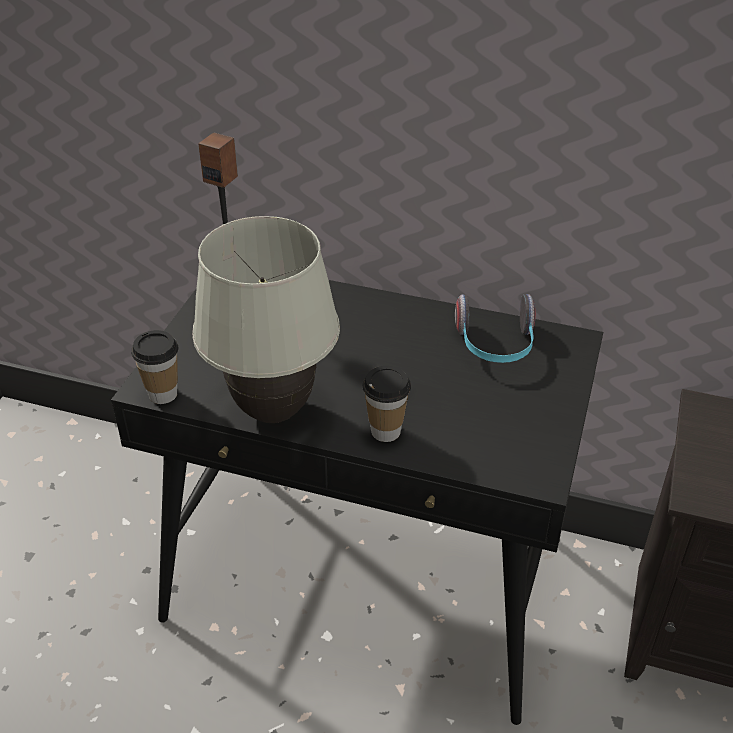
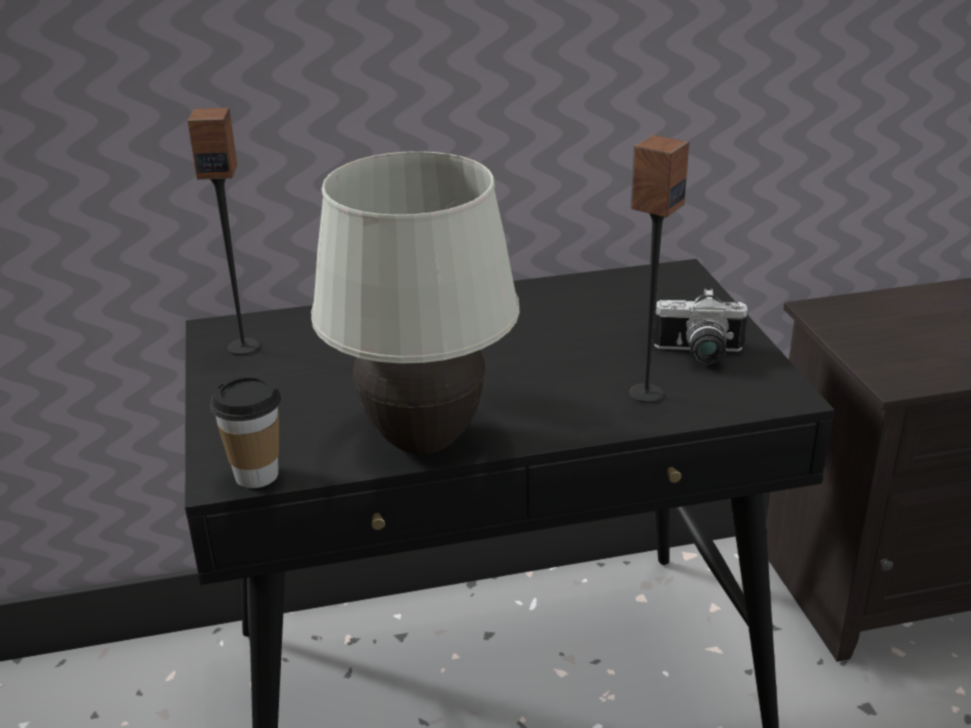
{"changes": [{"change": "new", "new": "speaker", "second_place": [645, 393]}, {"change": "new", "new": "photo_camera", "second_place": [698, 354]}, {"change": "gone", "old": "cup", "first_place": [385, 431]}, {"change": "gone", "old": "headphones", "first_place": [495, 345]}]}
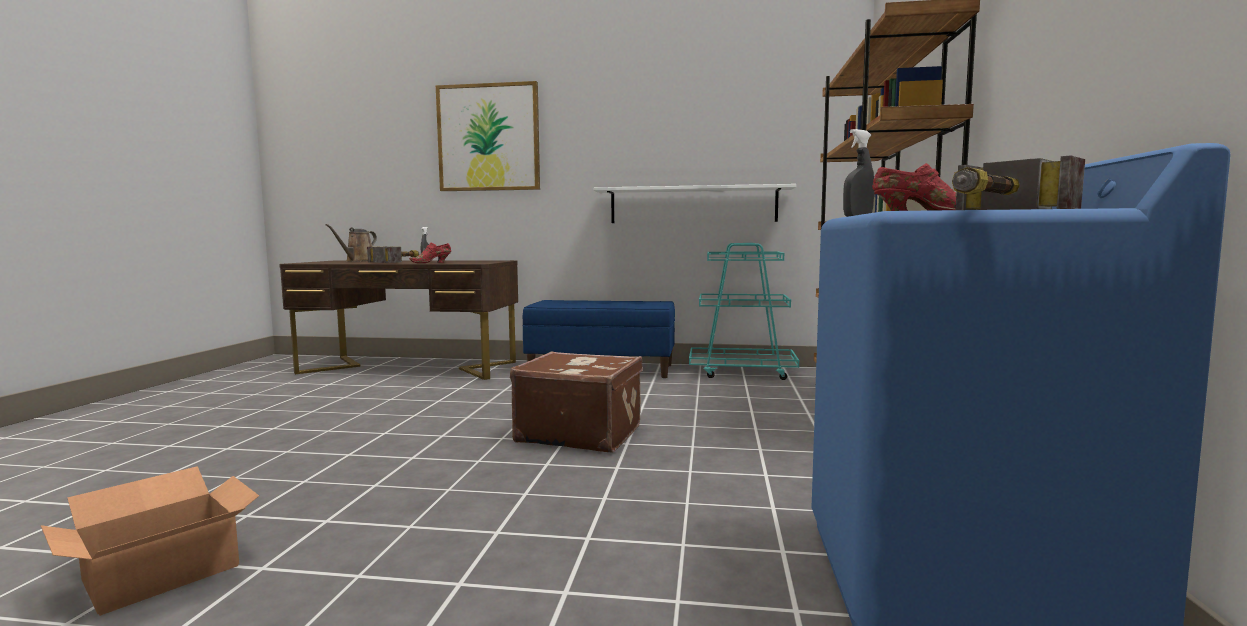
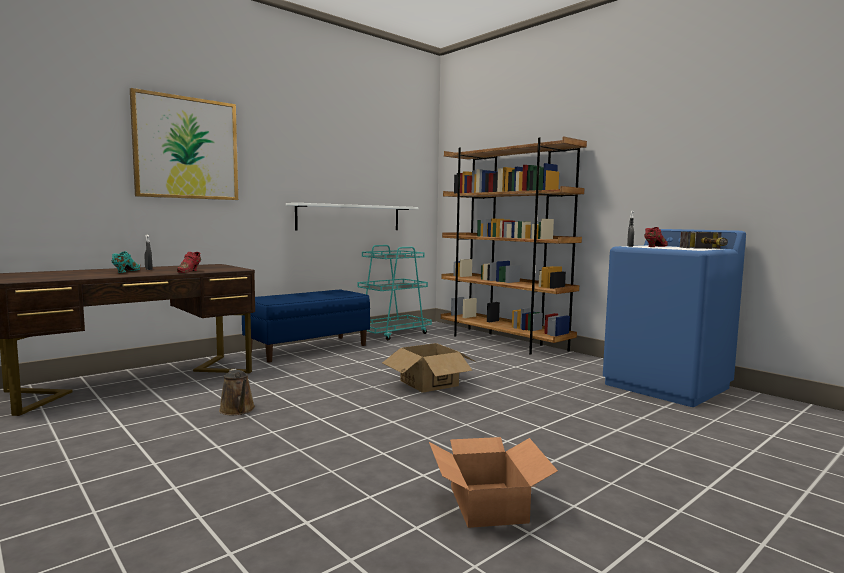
{"changes": [{"change": "swapped", "old": "hammer", "new": "turquoise_shoe", "first_place": [399, 261], "second_place": [126, 271]}, {"change": "shifted", "old": "brown_watering_can", "first_place": [358, 261], "second_place": [238, 410]}, {"change": "swapped", "old": "brown_suitcase", "new": "cardboard_box", "first_place": [580, 434], "second_place": [429, 383]}]}
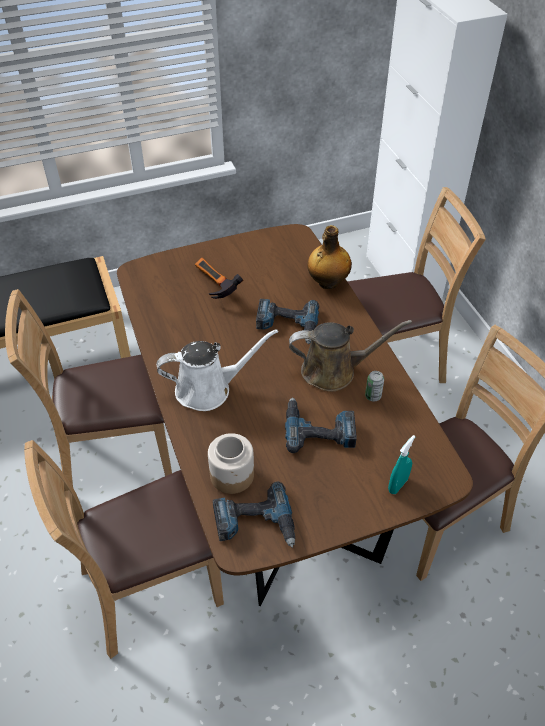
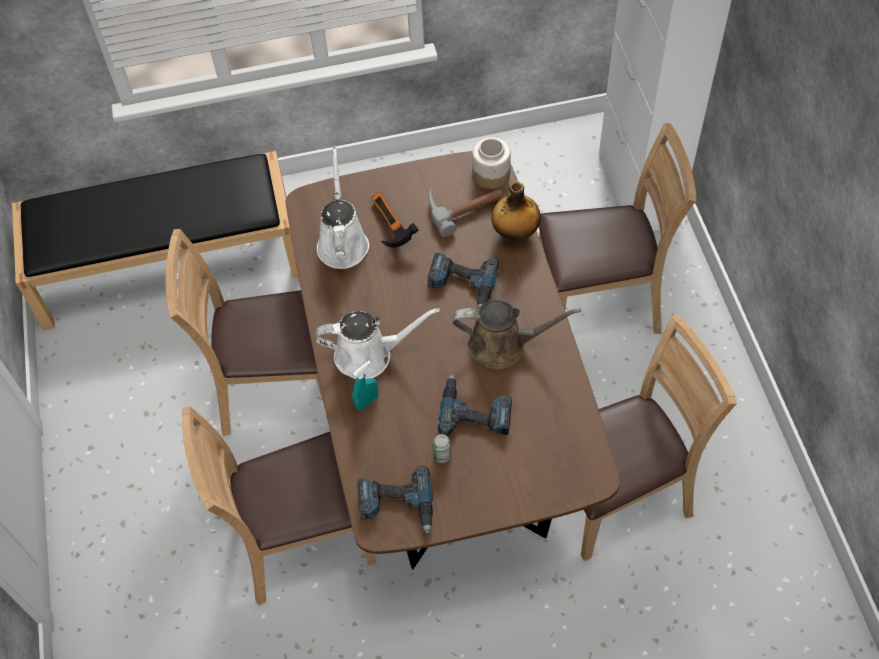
{"changes": [{"change": "new", "new": "white_watering_can", "second_place": [342, 242]}, {"change": "shifted", "old": "turquoise_spray_bottle", "first_place": [398, 485], "second_place": [367, 402]}, {"change": "new", "new": "hammer", "second_place": [463, 206]}, {"change": "shifted", "old": "can", "first_place": [373, 396], "second_place": [442, 455]}, {"change": "shifted", "old": "jar", "first_place": [232, 475], "second_place": [491, 174]}]}
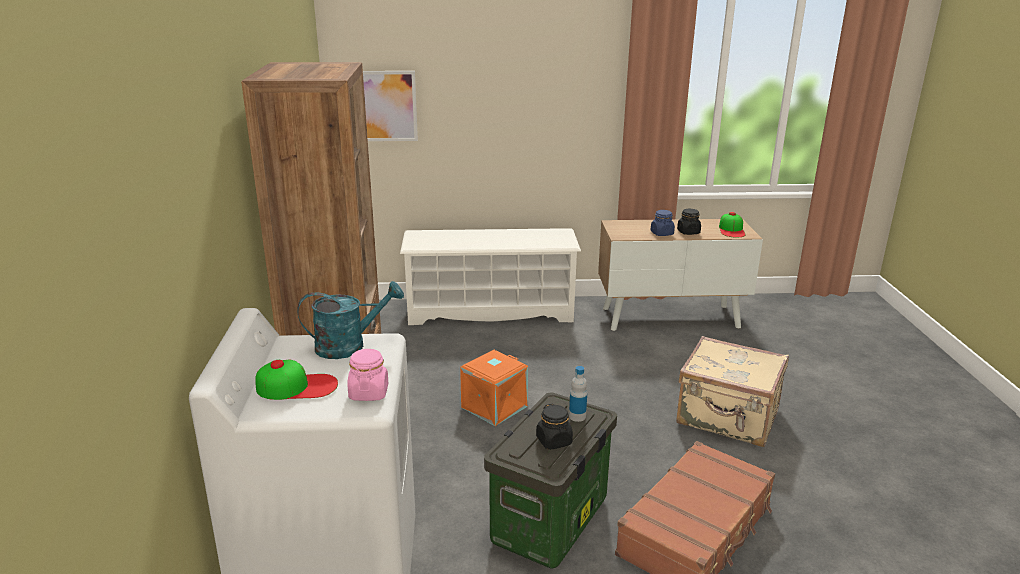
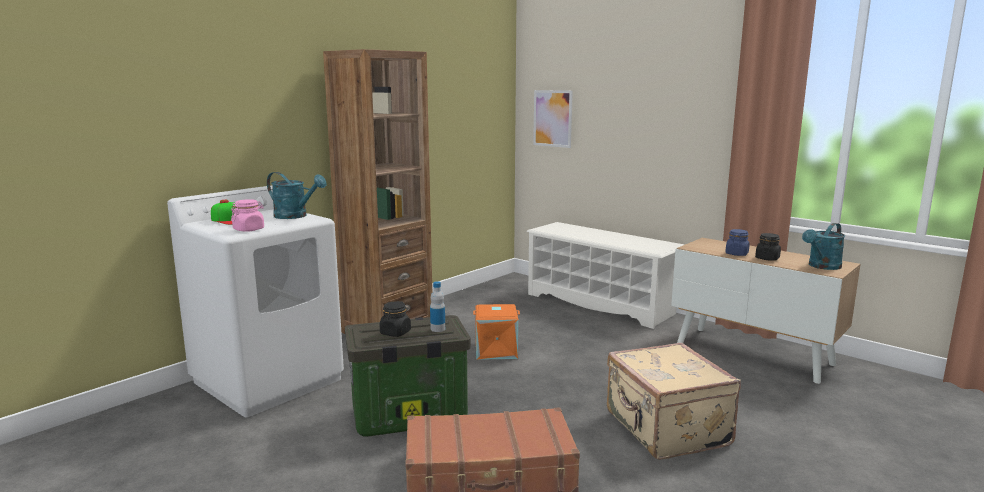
{"changes": [{"change": "swapped", "old": "cap", "new": "turquoise_watering_can", "first_place": [731, 230], "second_place": [822, 266]}]}
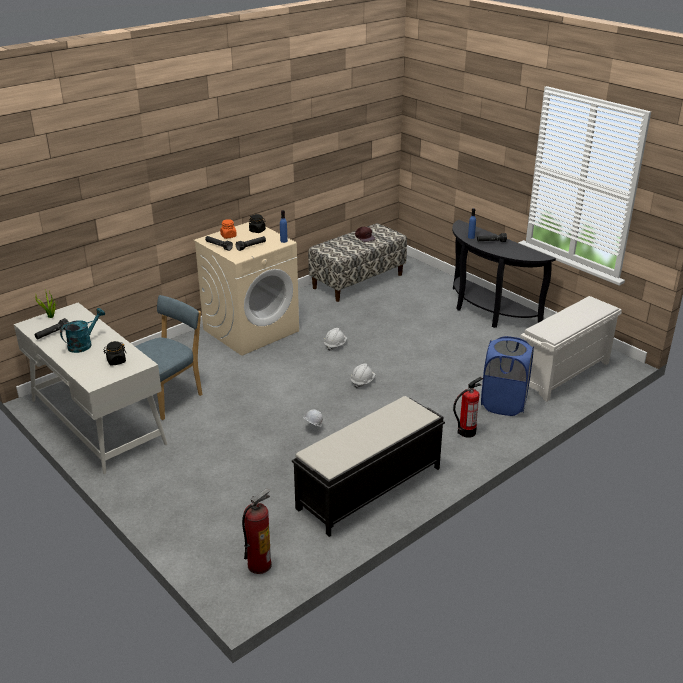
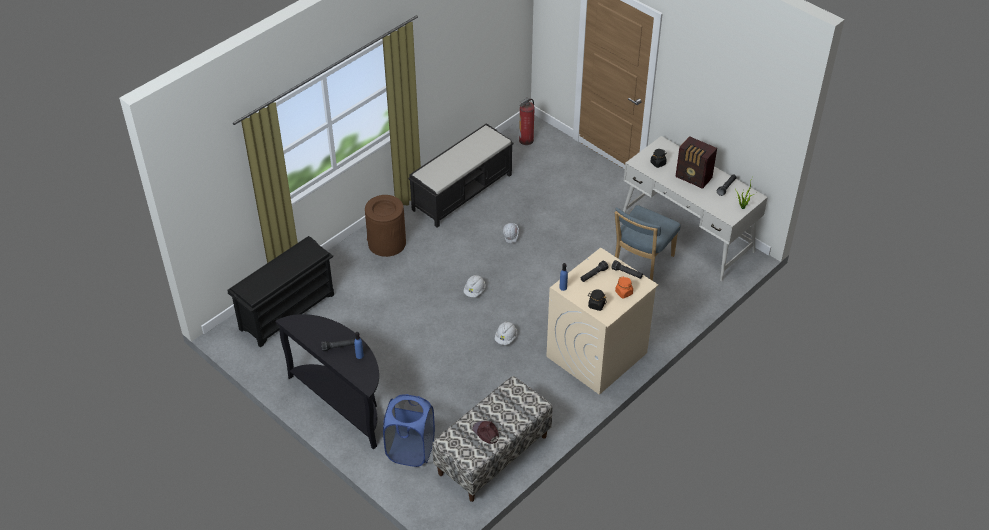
{"changes": [{"change": "repainted", "old": "white_shoe_rack", "new": "black_shoe_rack", "first_place": [564, 375], "second_place": [287, 311]}, {"change": "swapped", "old": "fire_extinguisher", "new": "brown_trash_can", "first_place": [466, 432], "second_place": [387, 243]}, {"change": "shifted", "old": "blue_laundry_basket", "first_place": [503, 404], "second_place": [410, 450]}, {"change": "swapped", "old": "turquoise_watering_can", "new": "radio", "first_place": [83, 344], "second_place": [694, 178]}]}
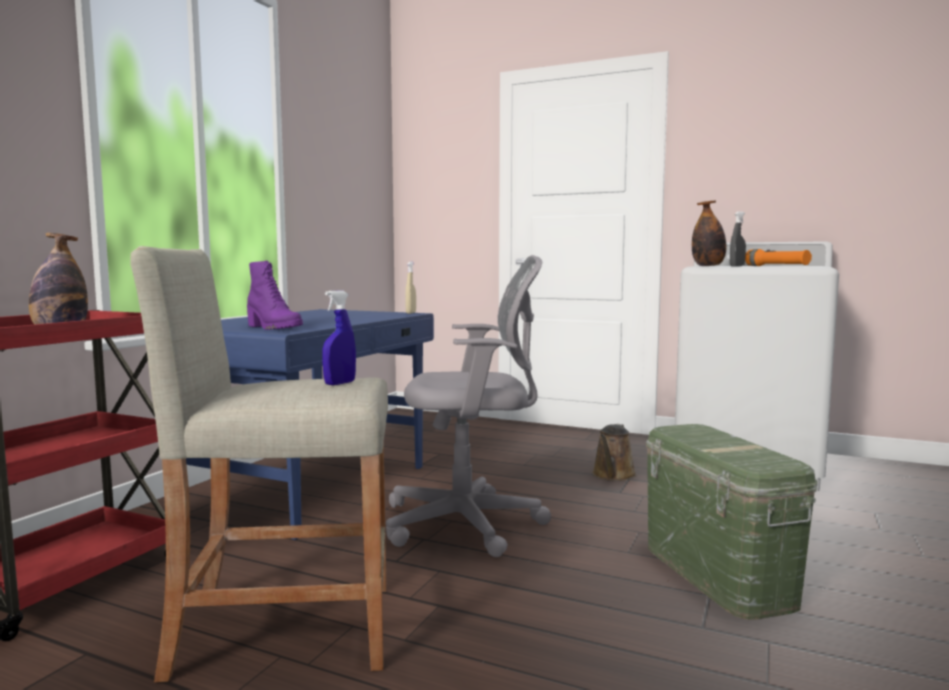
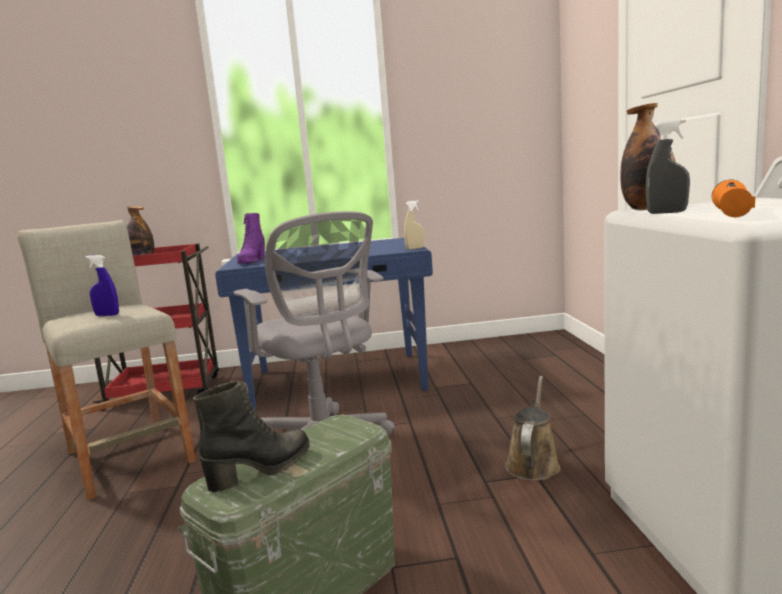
{"changes": [{"change": "new", "new": "black_boot", "second_place": [261, 470]}, {"change": "rotated", "old": "brown_watering_can", "first_place": [613, 475], "second_place": [533, 464], "degrees": 120}]}
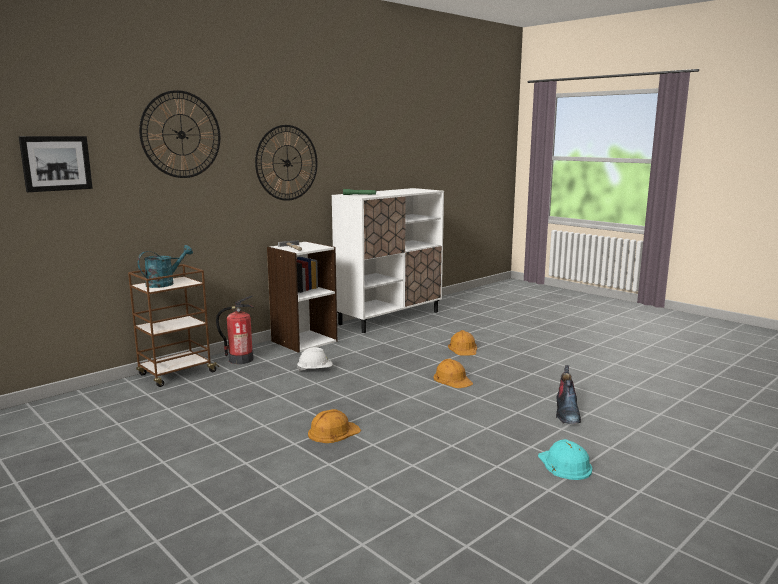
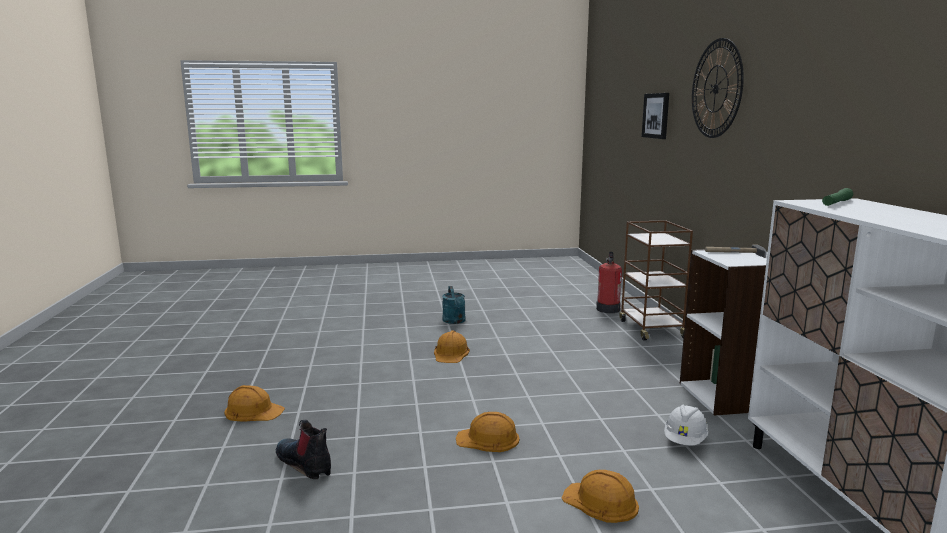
{"changes": [{"change": "repainted", "old": "turquoise_hard_hat", "new": "orange_hard_hat", "first_place": [564, 465], "second_place": [253, 411]}, {"change": "shifted", "old": "turquoise_watering_can", "first_place": [164, 283], "second_place": [455, 321]}, {"change": "shifted", "old": "fire_extinguisher", "first_place": [240, 360], "second_place": [608, 309]}, {"change": "shifted", "old": "white_hard_hat", "first_place": [315, 370], "second_place": [685, 441]}, {"change": "gone", "old": "wall_clock", "first_place": [287, 163]}]}
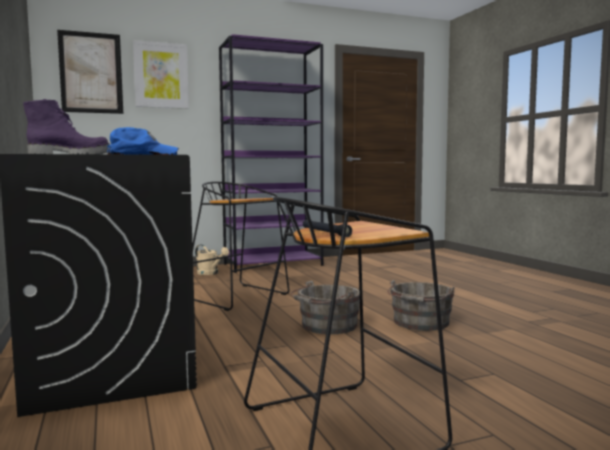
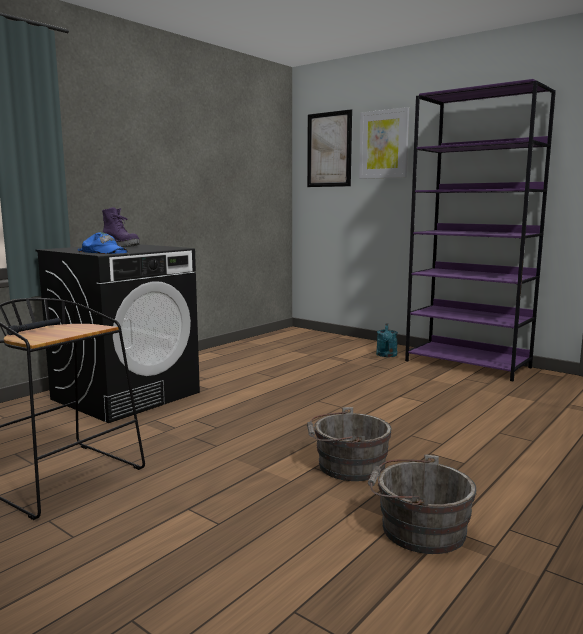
{"changes": [{"change": "shifted", "old": "grey_bucket", "first_place": [326, 326], "second_place": [418, 529]}, {"change": "repainted", "old": "beige_watering_can", "new": "turquoise_watering_can", "first_place": [210, 273], "second_place": [386, 355]}, {"change": "gone", "old": "black_stool", "first_place": [239, 297]}]}
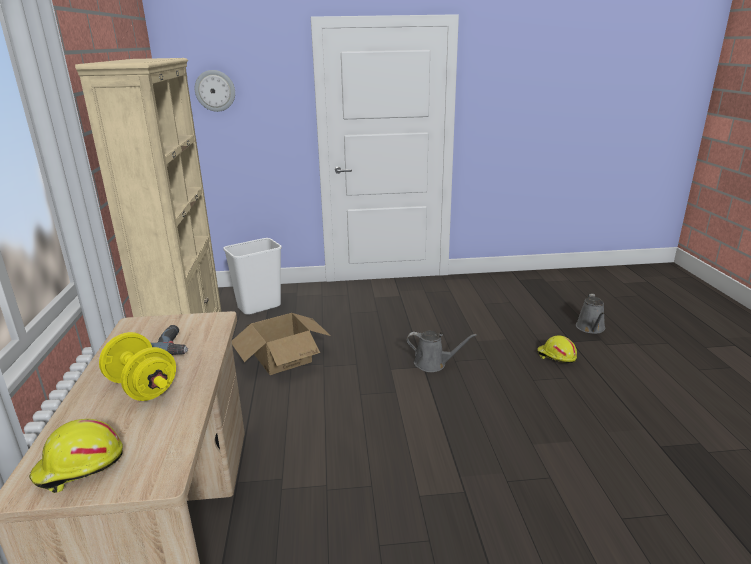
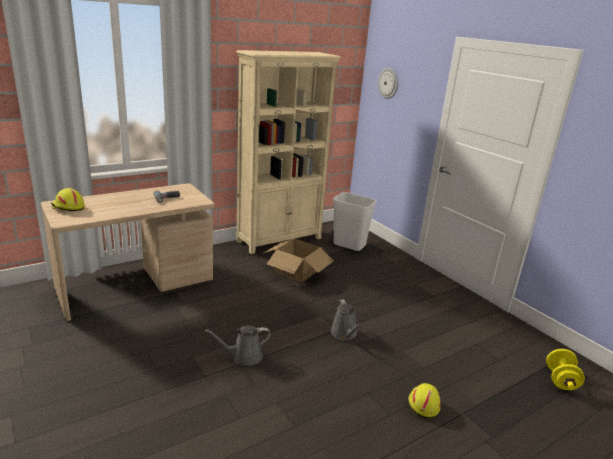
{"changes": [{"change": "shifted", "old": "grey_watering_can", "first_place": [591, 328], "second_place": [244, 356]}, {"change": "shifted", "old": "yellow_dumbbell", "first_place": [142, 387], "second_place": [560, 380]}]}
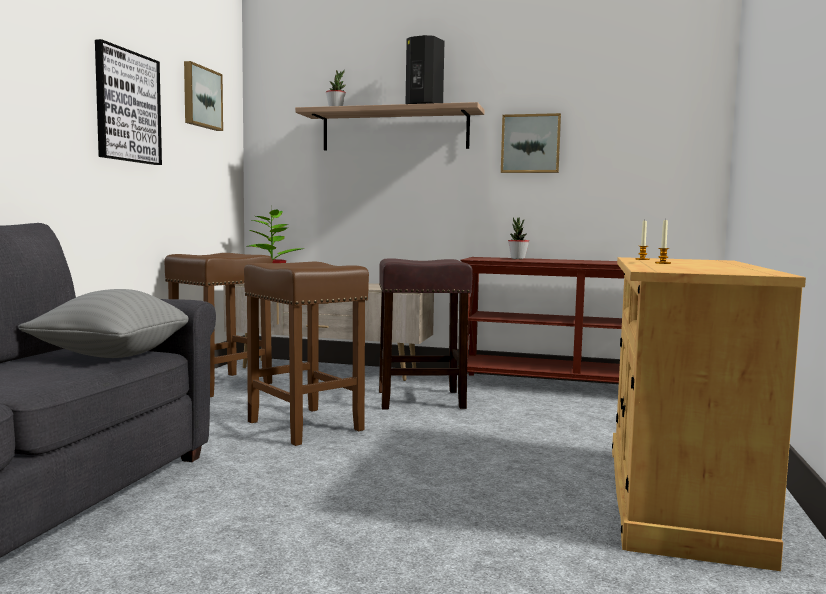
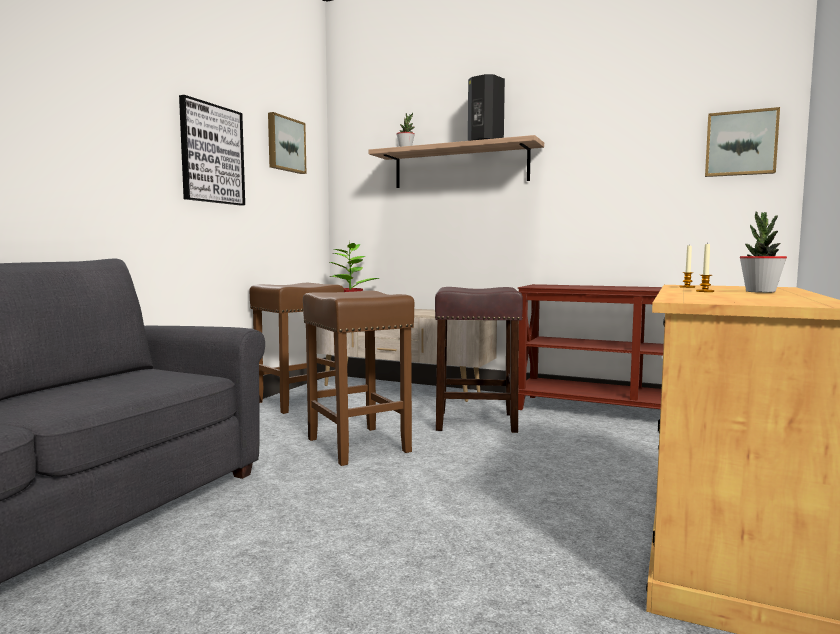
{"changes": [{"change": "shifted", "old": "picture", "first_place": [530, 144], "second_place": [740, 143]}, {"change": "shifted", "old": "potted_plant", "first_place": [517, 258], "second_place": [760, 291]}, {"change": "gone", "old": "grey_pillow", "first_place": [113, 355]}]}
